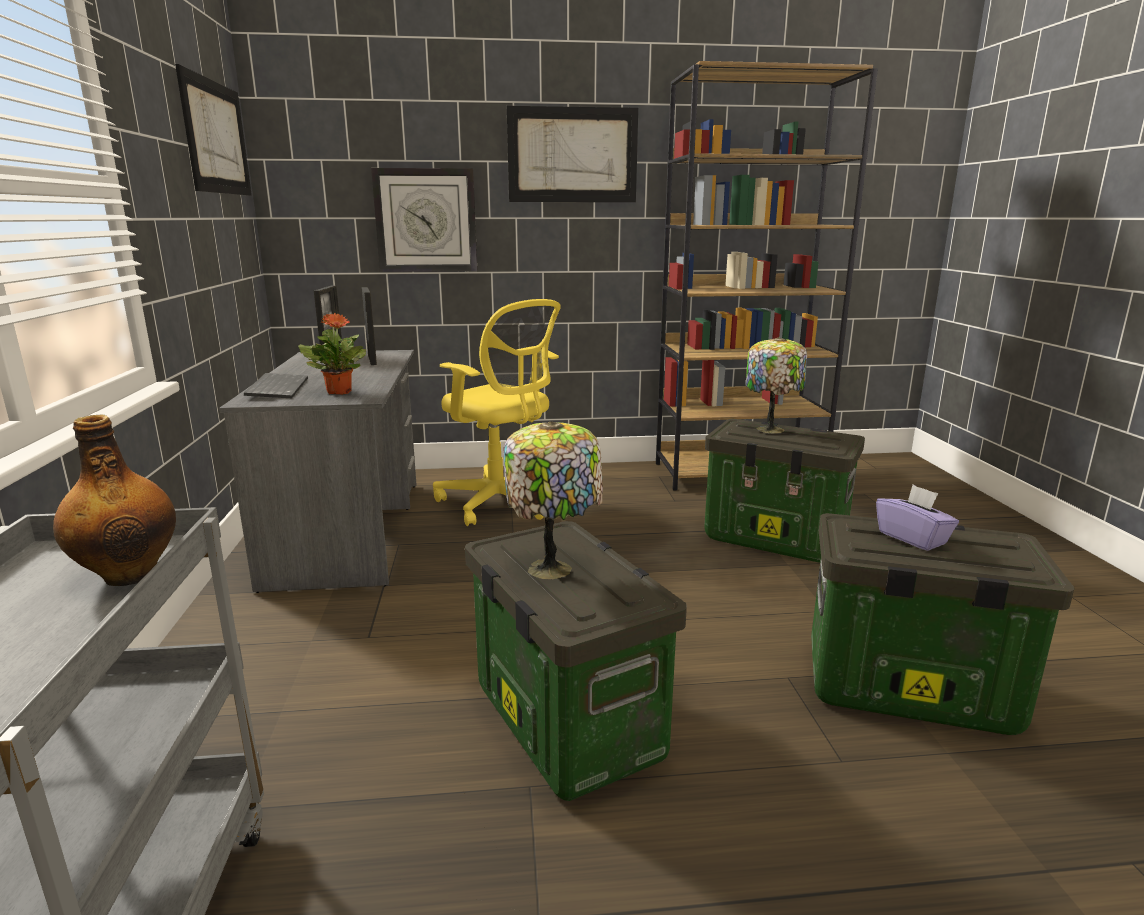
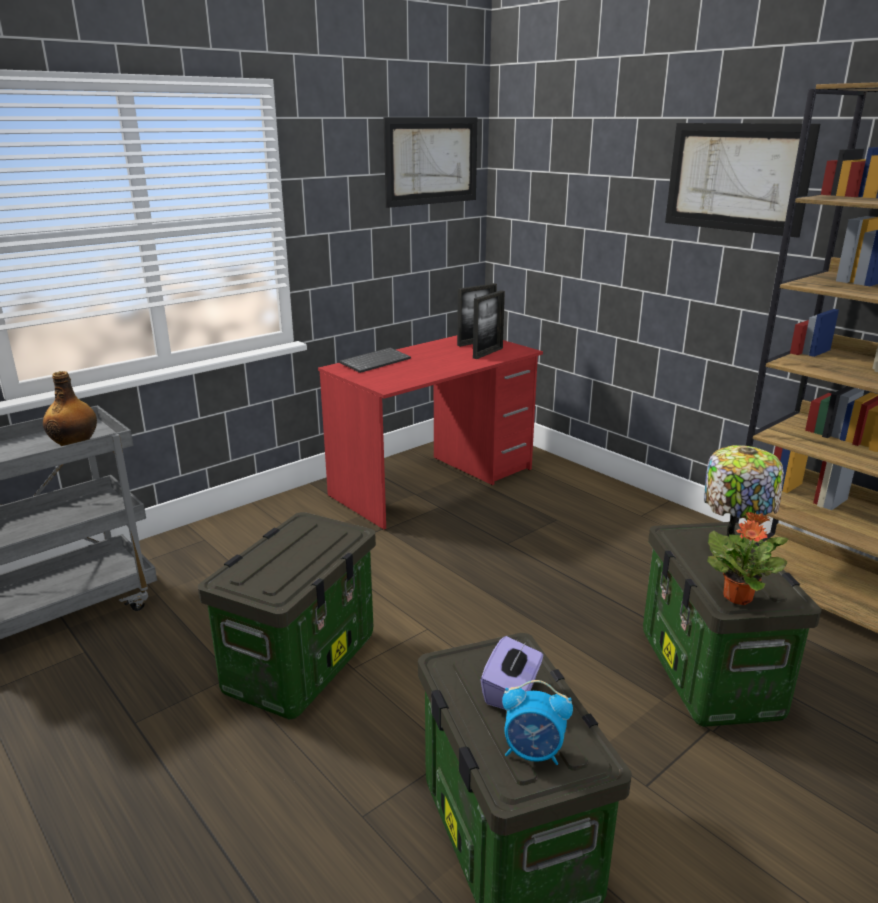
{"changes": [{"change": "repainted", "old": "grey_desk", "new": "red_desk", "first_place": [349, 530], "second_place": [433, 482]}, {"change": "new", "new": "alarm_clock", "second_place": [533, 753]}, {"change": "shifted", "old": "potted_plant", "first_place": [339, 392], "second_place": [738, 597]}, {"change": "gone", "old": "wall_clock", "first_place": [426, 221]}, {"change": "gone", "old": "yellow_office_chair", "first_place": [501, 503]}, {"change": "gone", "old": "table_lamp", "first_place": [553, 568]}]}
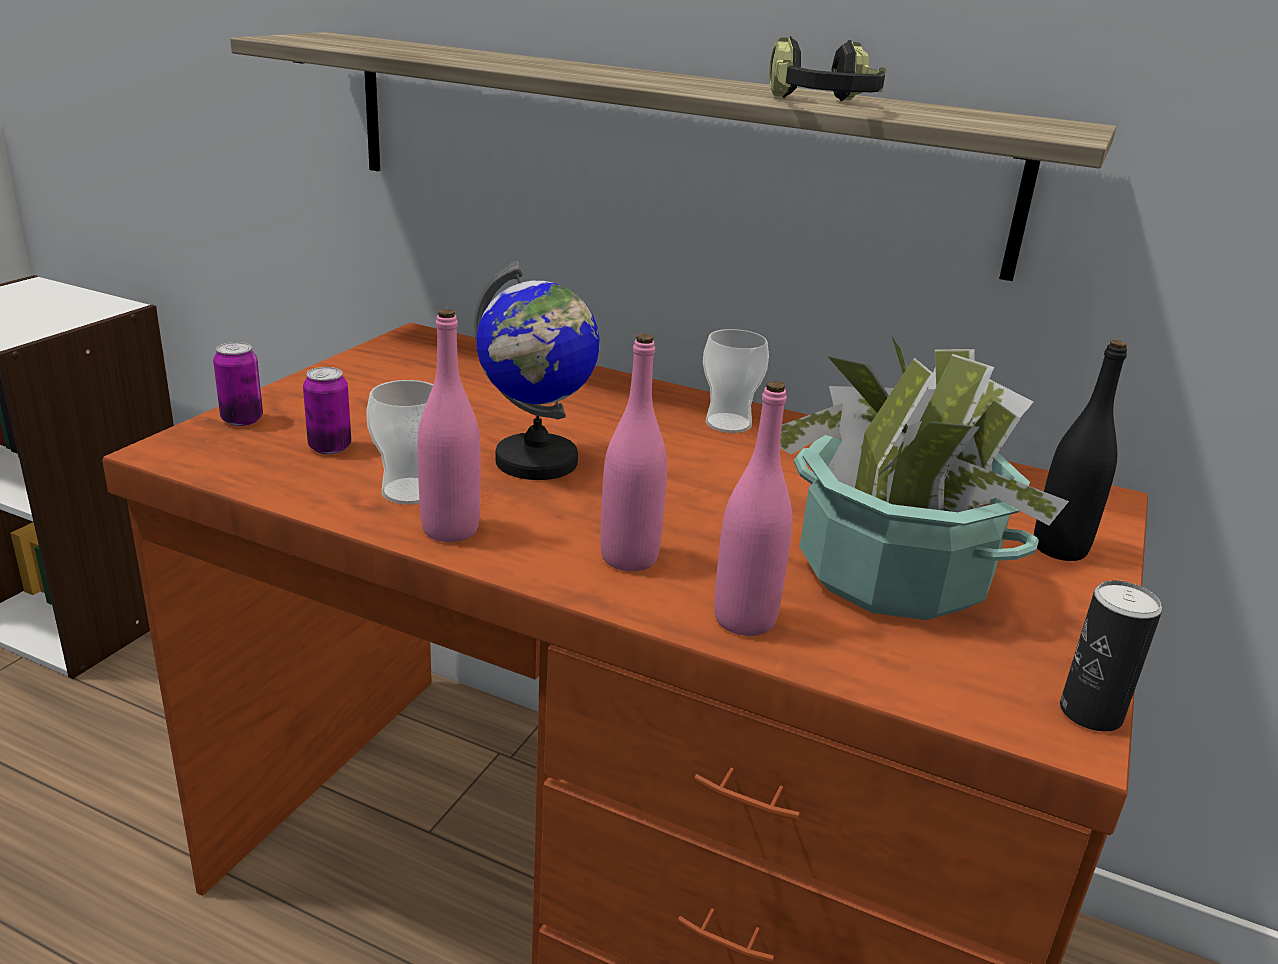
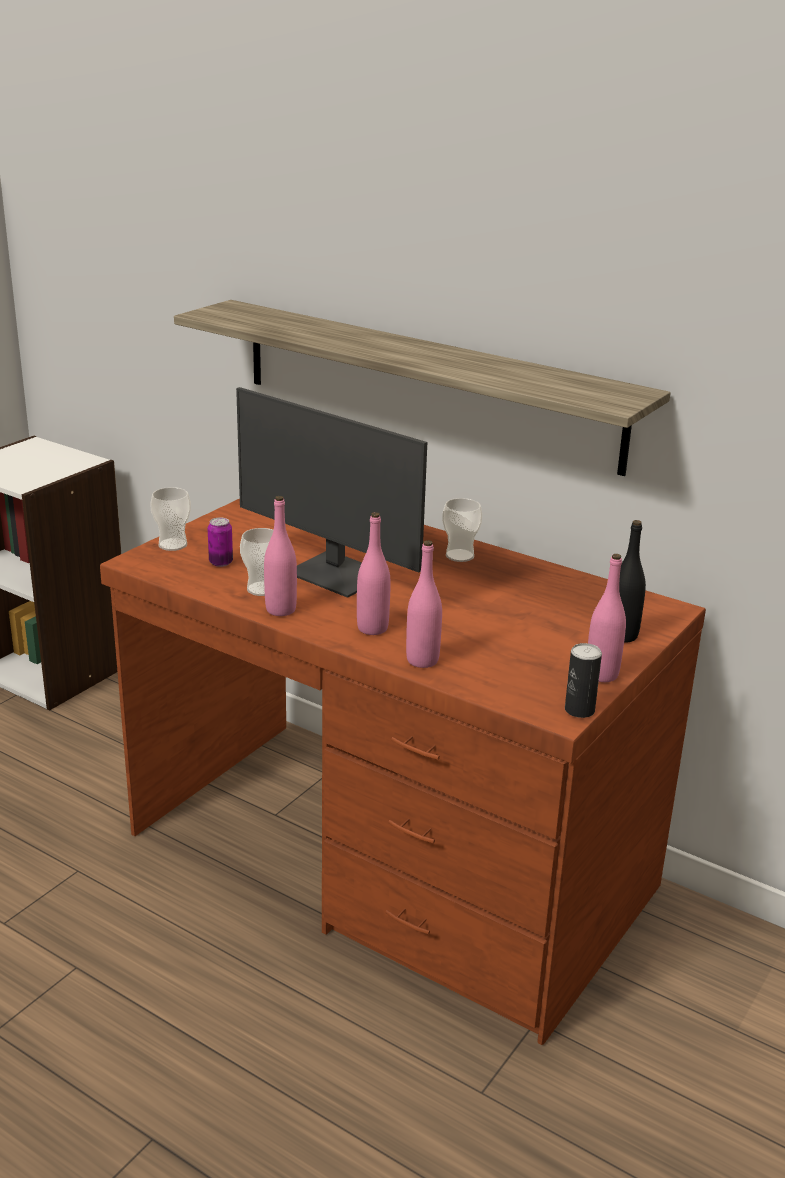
{"changes": [{"change": "swapped", "old": "can", "new": "cup", "first_place": [242, 420], "second_place": [173, 545]}, {"change": "swapped", "old": "globe", "new": "monitor", "first_place": [536, 462], "second_place": [336, 575]}, {"change": "new", "new": "pink_bottle", "second_place": [601, 675]}, {"change": "gone", "old": "potted_plant", "first_place": [893, 573]}, {"change": "gone", "old": "headphones", "first_place": [823, 105]}]}
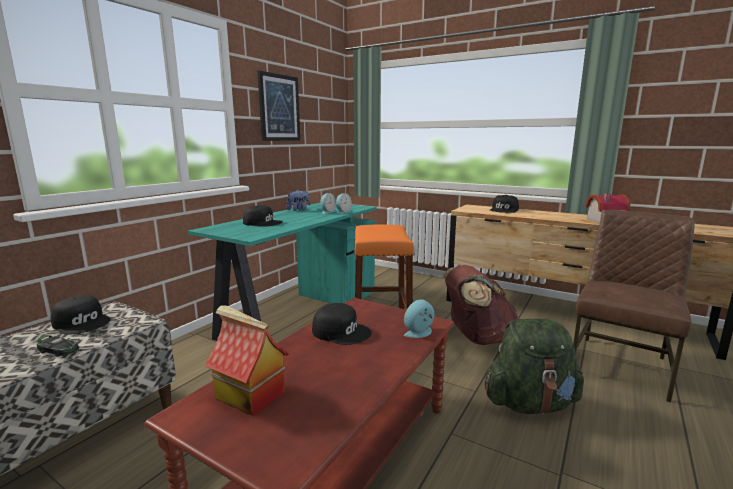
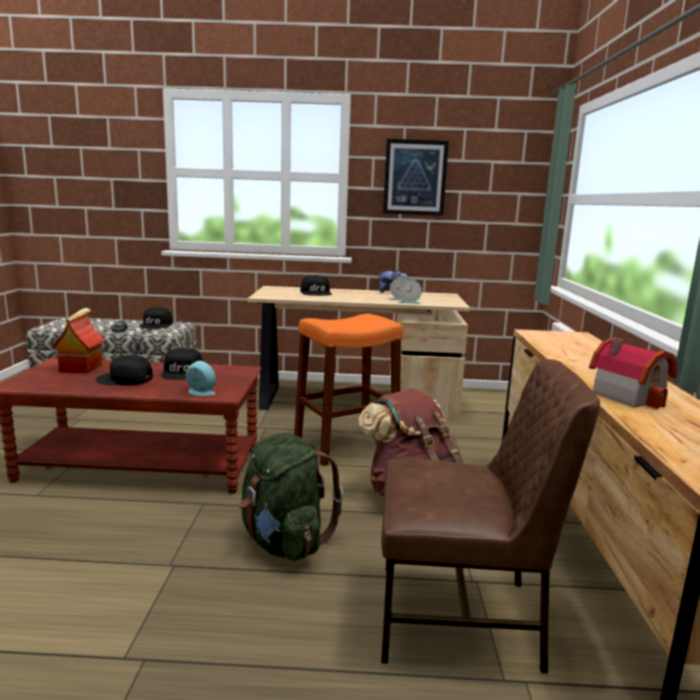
{"changes": [{"change": "shifted", "old": "black_cap", "first_place": [504, 210], "second_place": [125, 379]}, {"change": "repainted", "old": "turquoise_desk", "new": "beige_desk", "first_place": [299, 312], "second_place": [354, 401]}]}
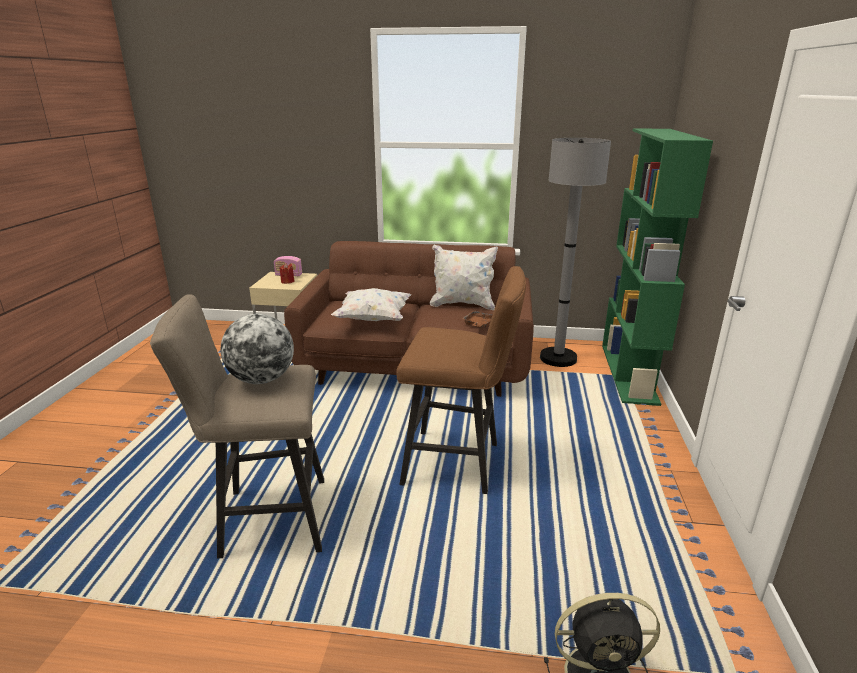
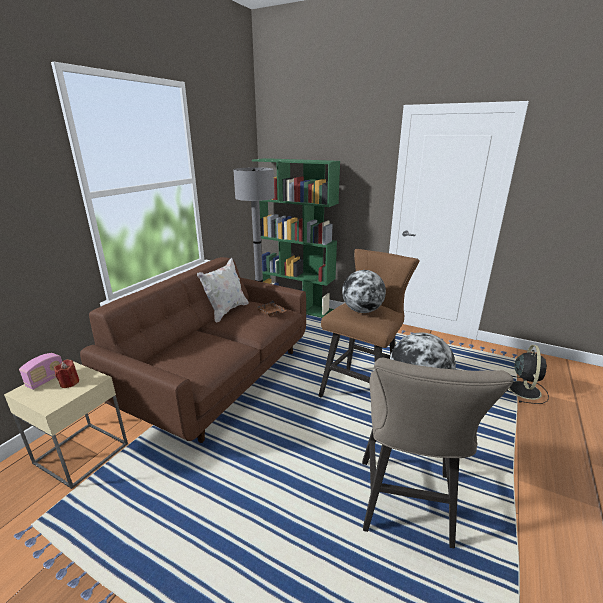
{"changes": [{"change": "new", "new": "globe", "second_place": [362, 311]}, {"change": "gone", "old": "white_pillow", "first_place": [373, 319]}]}
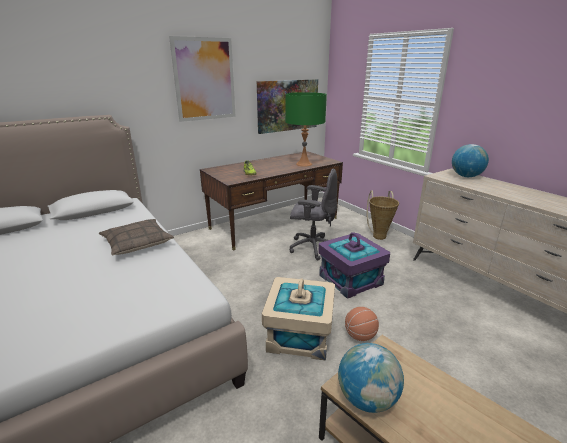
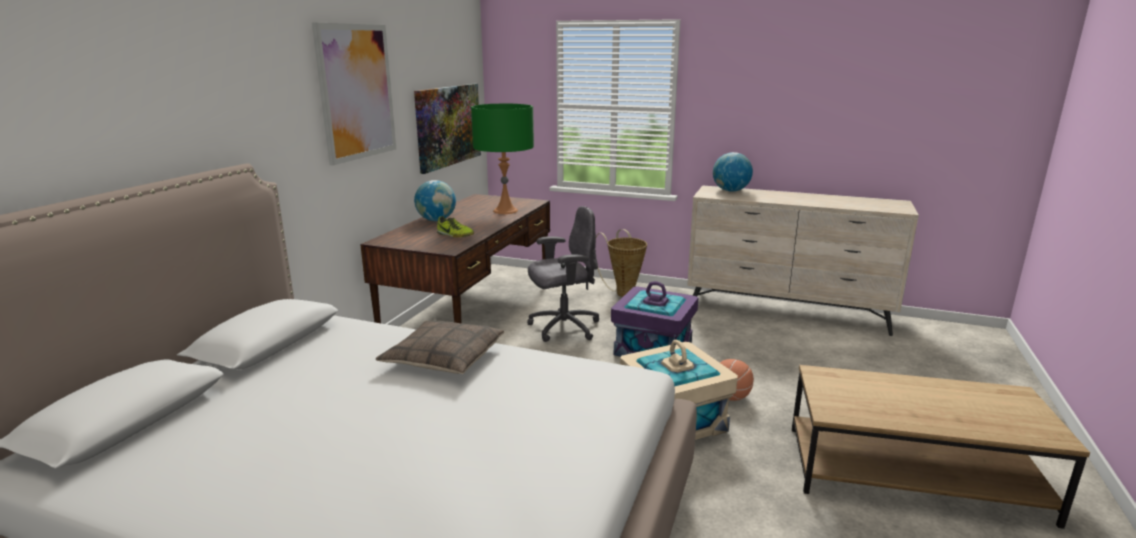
{"changes": [{"change": "shifted", "old": "globe", "first_place": [367, 398], "second_place": [436, 220]}]}
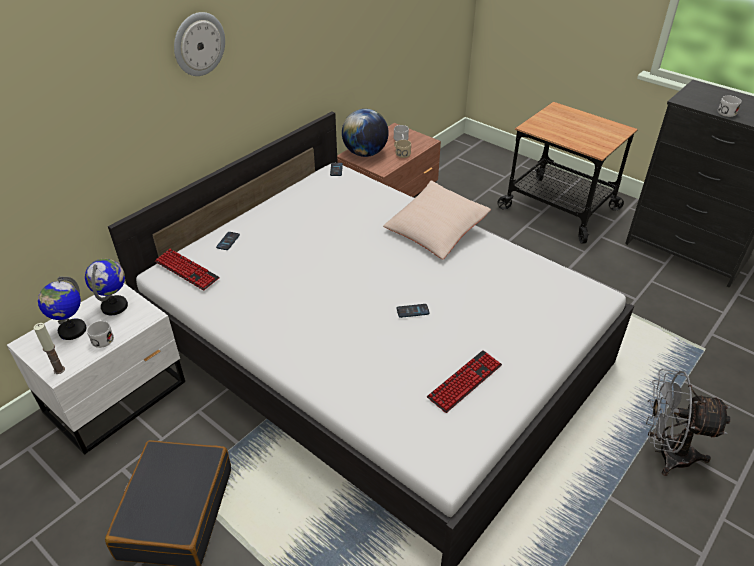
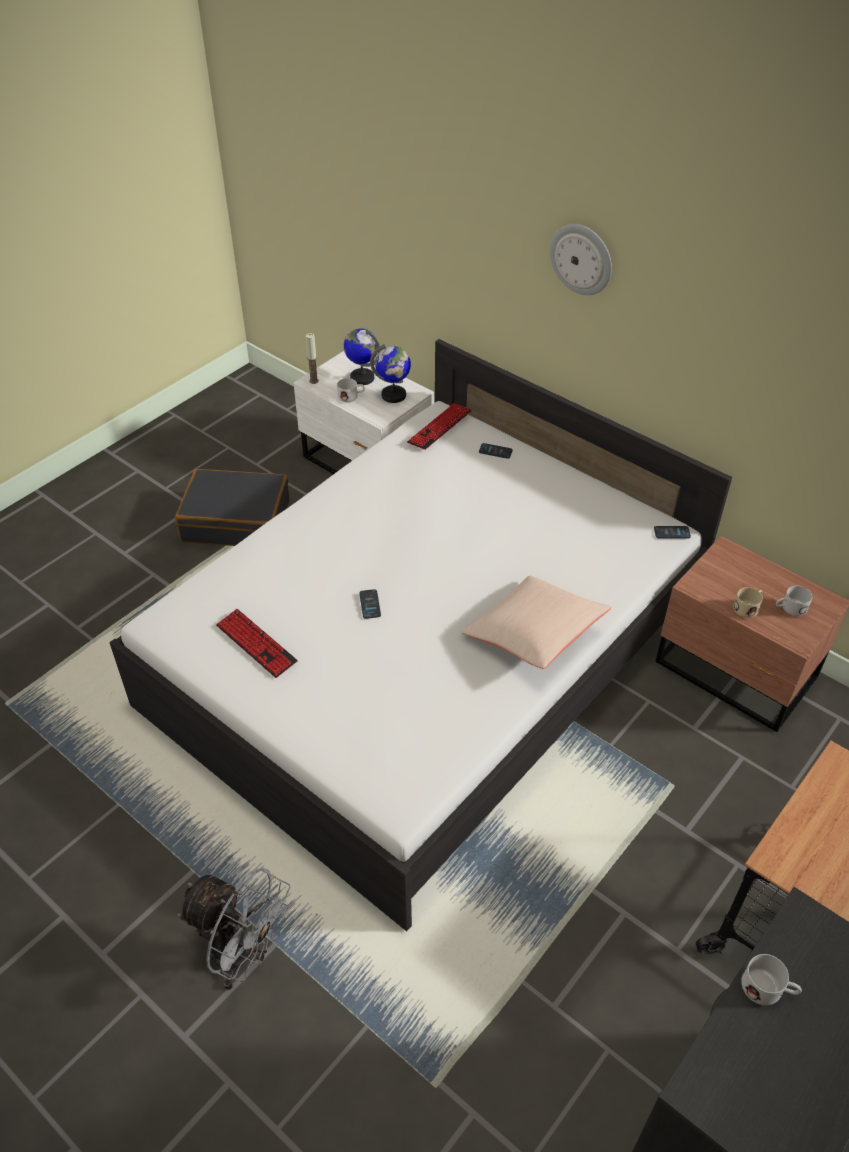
{"changes": [{"change": "rotated", "old": "grey_fan", "first_place": [666, 453], "second_place": [243, 955], "degrees": 105}, {"change": "gone", "old": "globe", "first_place": [365, 153]}]}
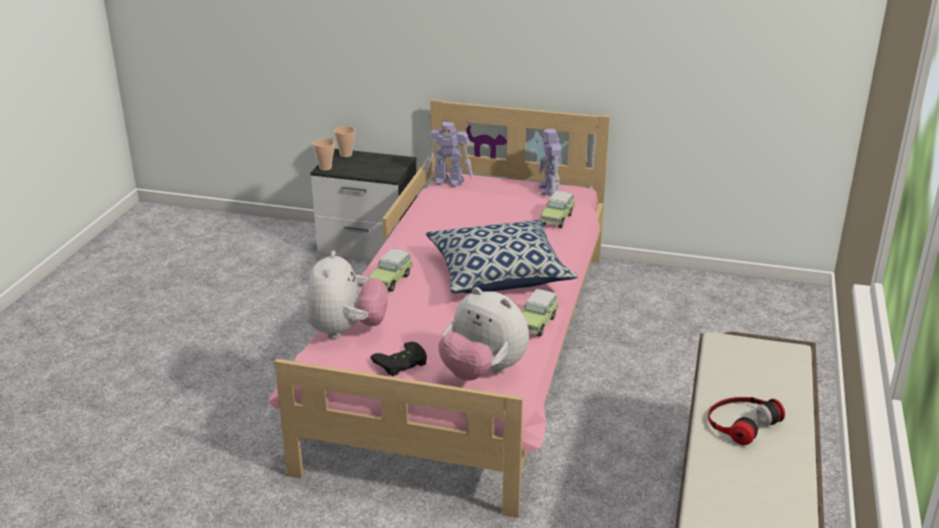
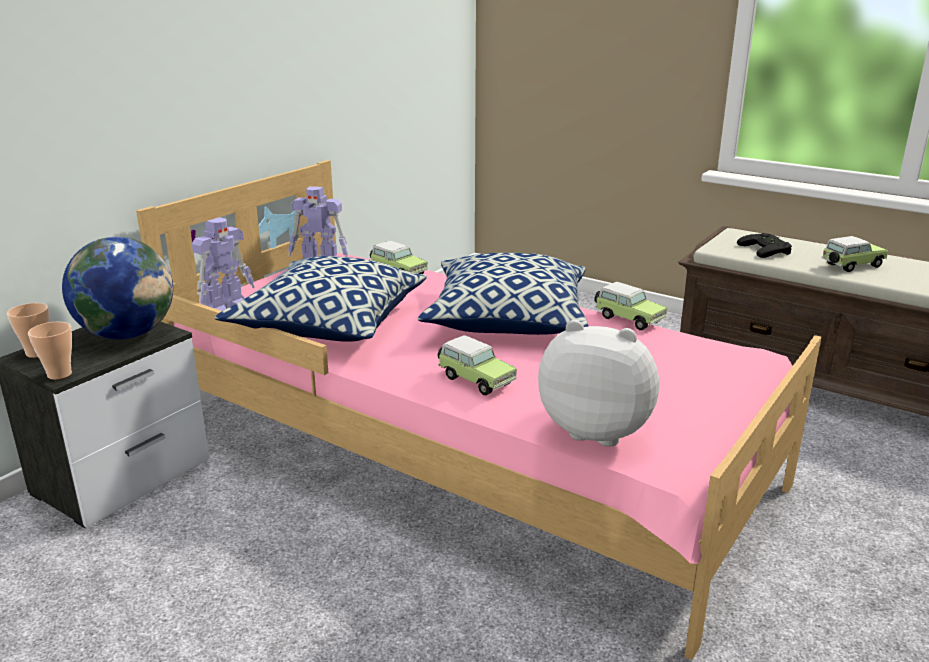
{"changes": [{"change": "new", "new": "globe", "second_place": [127, 334]}, {"change": "new", "new": "pillow", "second_place": [329, 323]}, {"change": "shifted", "old": "black_game_controller", "first_place": [401, 364], "second_place": [768, 250]}, {"change": "swapped", "old": "headphones", "new": "toy_car", "first_place": [740, 422], "second_place": [850, 266]}, {"change": "gone", "old": "plush_toy", "first_place": [483, 372]}]}
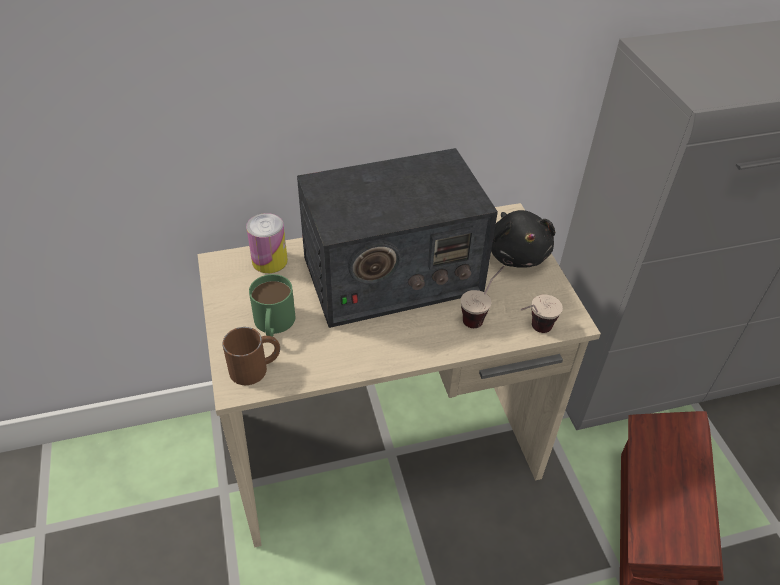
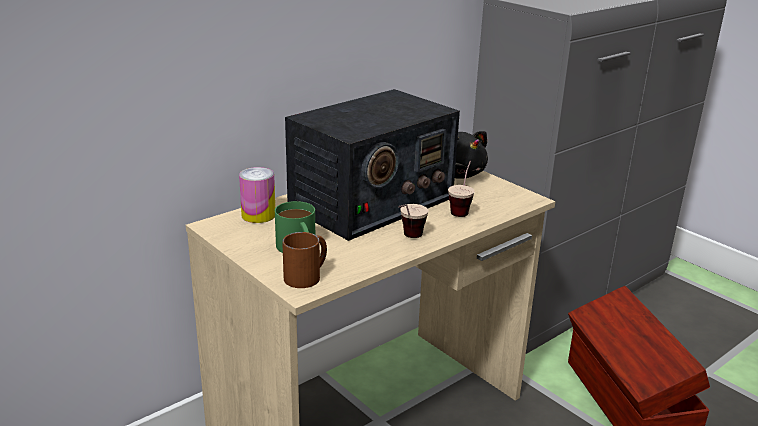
{"changes": [{"change": "shifted", "old": "cup", "first_place": [533, 331], "second_place": [408, 239]}]}
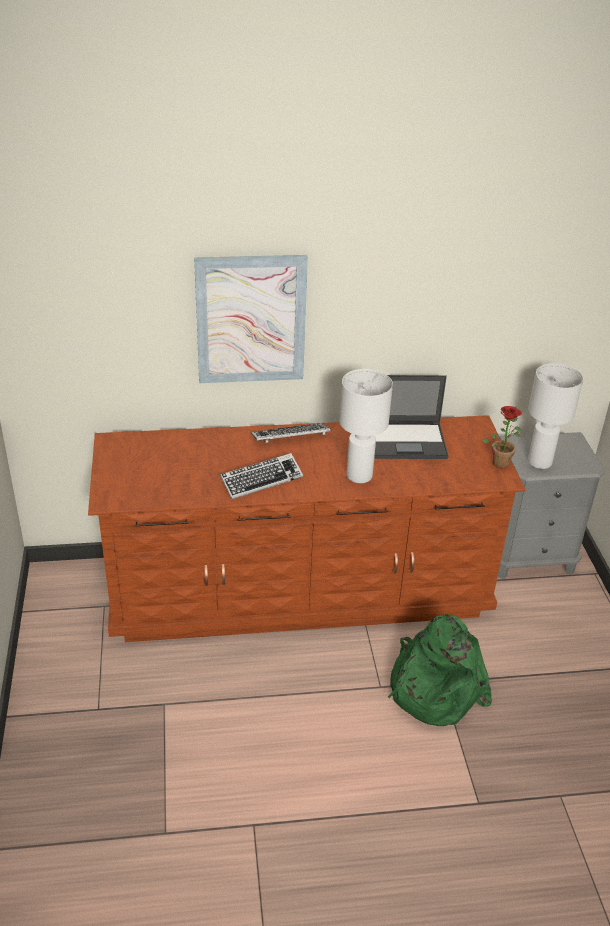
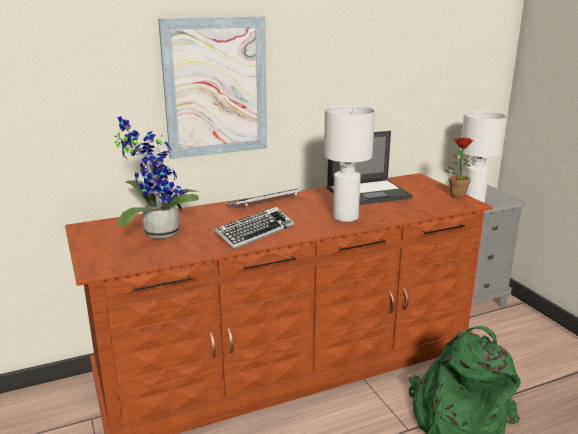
{"changes": [{"change": "new", "new": "potted_plant", "second_place": [157, 232]}]}
